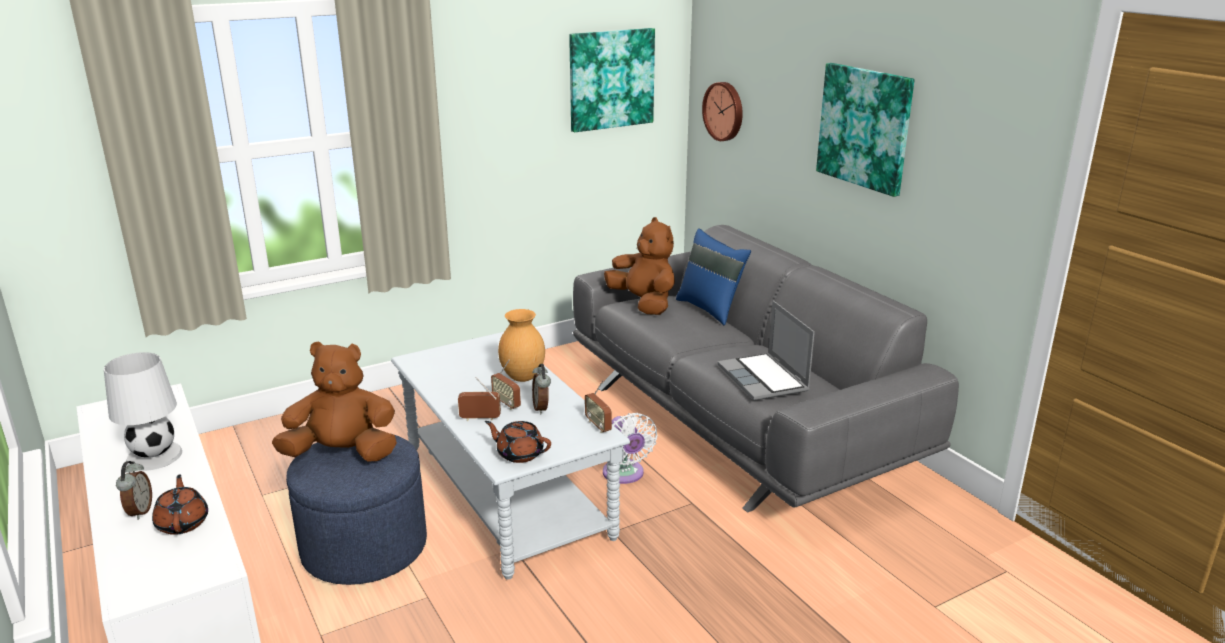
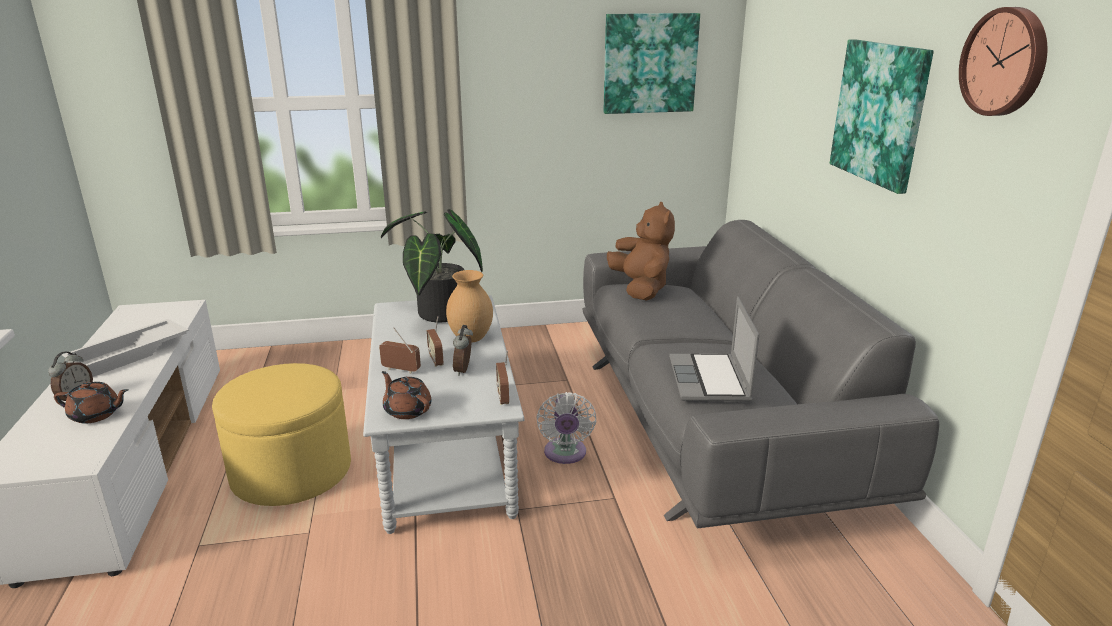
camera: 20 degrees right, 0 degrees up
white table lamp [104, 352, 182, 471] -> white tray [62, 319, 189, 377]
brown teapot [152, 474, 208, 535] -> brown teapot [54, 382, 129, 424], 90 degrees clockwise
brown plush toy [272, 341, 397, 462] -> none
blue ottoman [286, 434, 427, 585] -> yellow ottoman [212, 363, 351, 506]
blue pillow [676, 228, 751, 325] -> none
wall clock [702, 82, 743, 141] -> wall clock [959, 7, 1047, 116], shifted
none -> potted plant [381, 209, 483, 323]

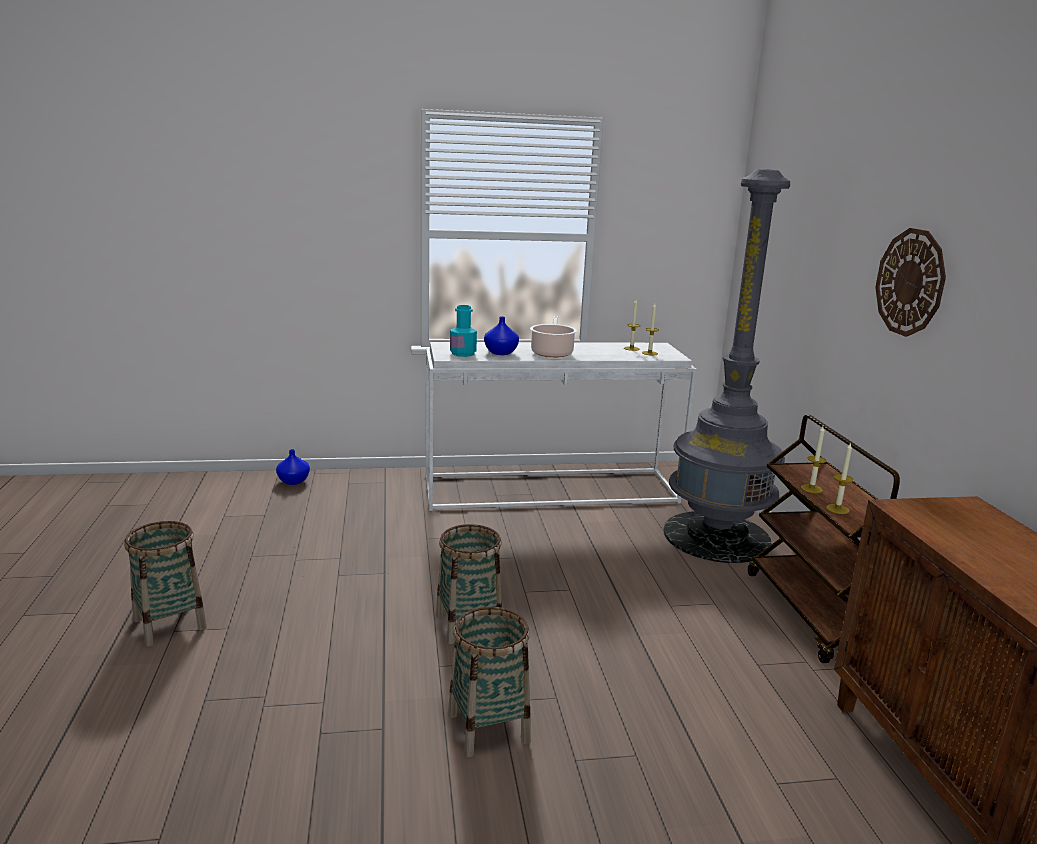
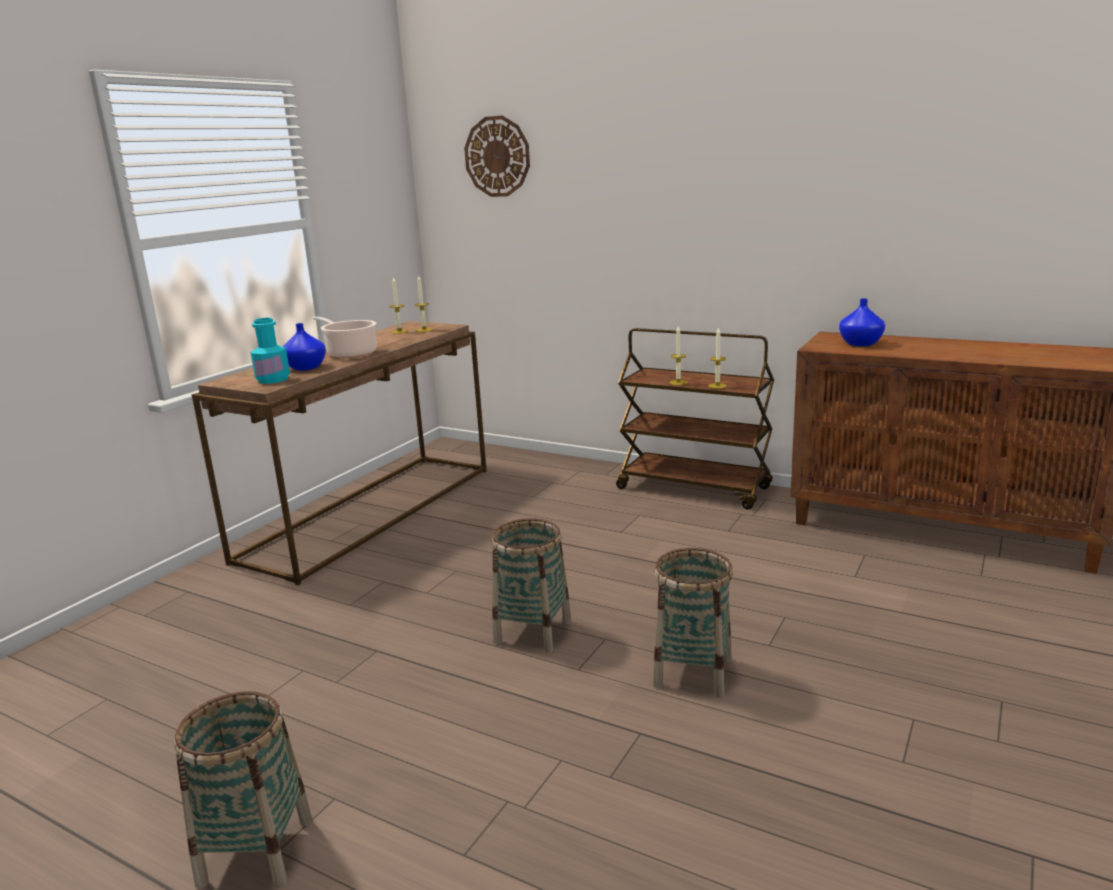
camera: 50 degrees left, 0 degrees up
blue vase [276, 449, 310, 485] -> blue vase [839, 298, 885, 346], shifted
white console table [426, 342, 697, 511] -> brown console table [192, 321, 487, 585]
grey floor lamp [664, 169, 790, 563] -> none
wall clock [875, 228, 946, 337] -> wall clock [464, 115, 530, 197], shifted

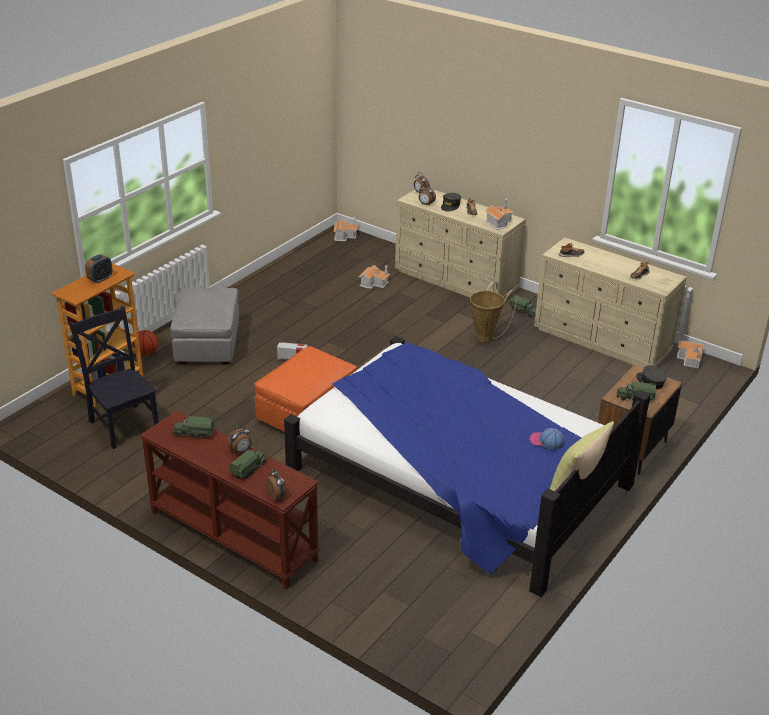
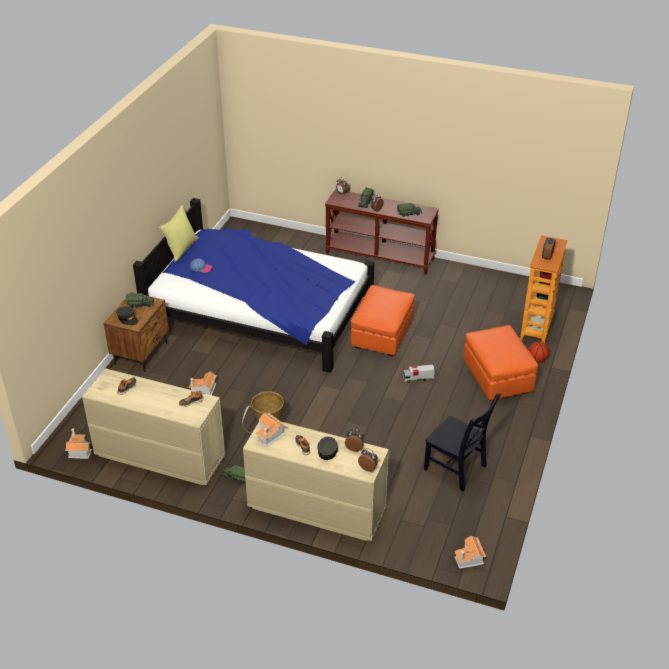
camera: 165 degrees right, 5 degrees up
black chair [69, 306, 159, 449] -> black chair [424, 393, 501, 491], shifted
grey ottoman [170, 287, 239, 364] -> orange ottoman [463, 325, 538, 401]
toy house [359, 265, 390, 289] -> toy house [189, 372, 217, 395], shifted

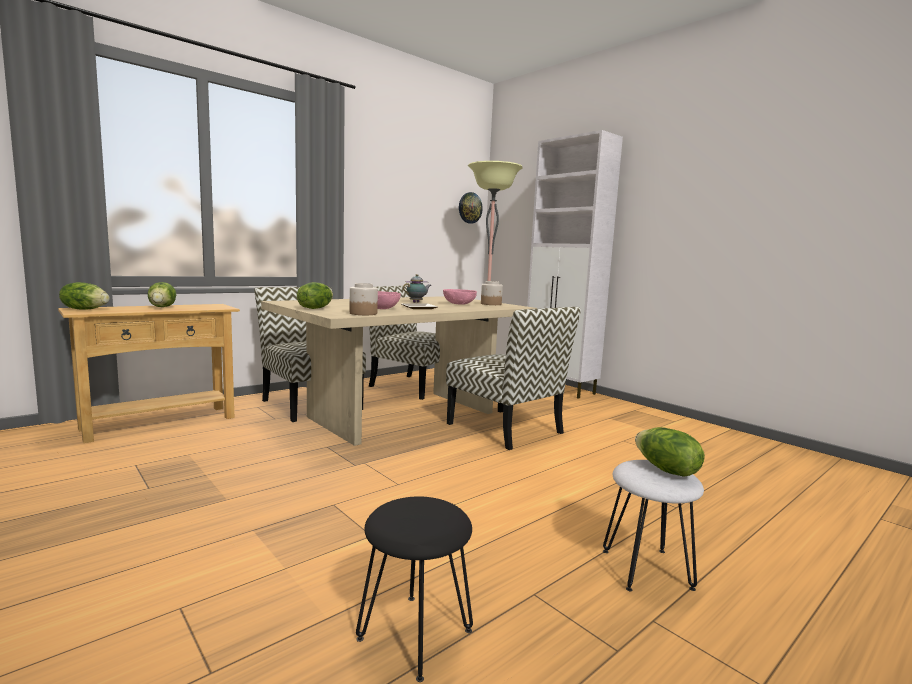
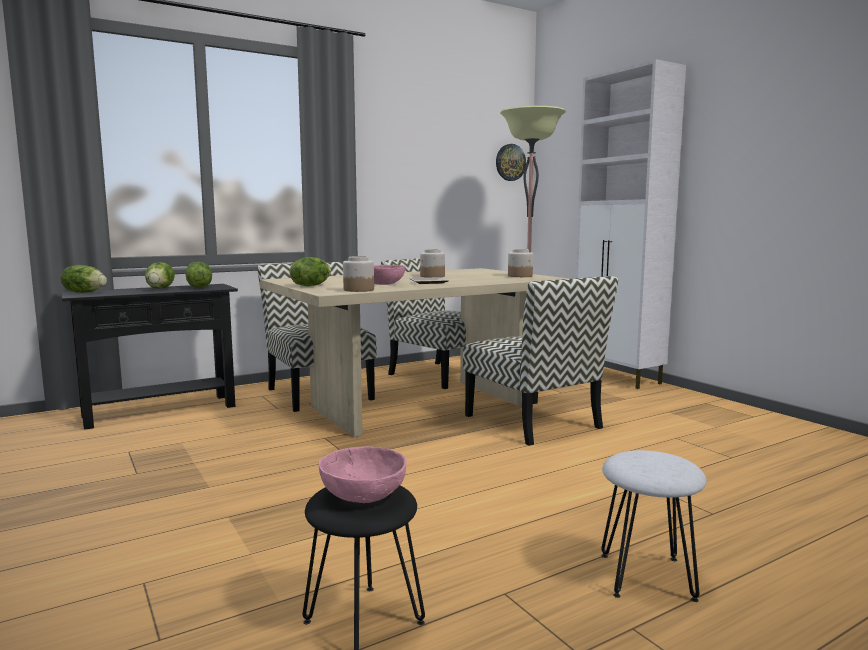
camera: 10 degrees right, 0 degrees up
beige console table [58, 304, 240, 443] -> black console table [61, 284, 238, 430]
teapot [403, 274, 431, 303] -> jar [420, 249, 445, 278]
pink bowl [443, 289, 477, 305] -> pink bowl [318, 446, 406, 503], shifted
lettuce [635, 427, 705, 477] -> lettuce [185, 262, 212, 288], shifted

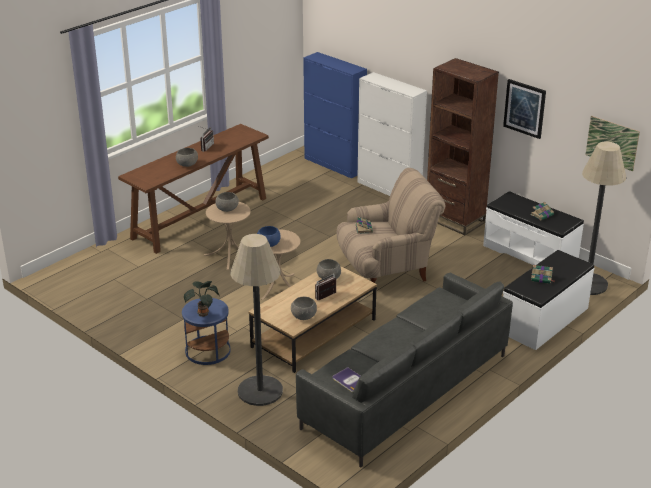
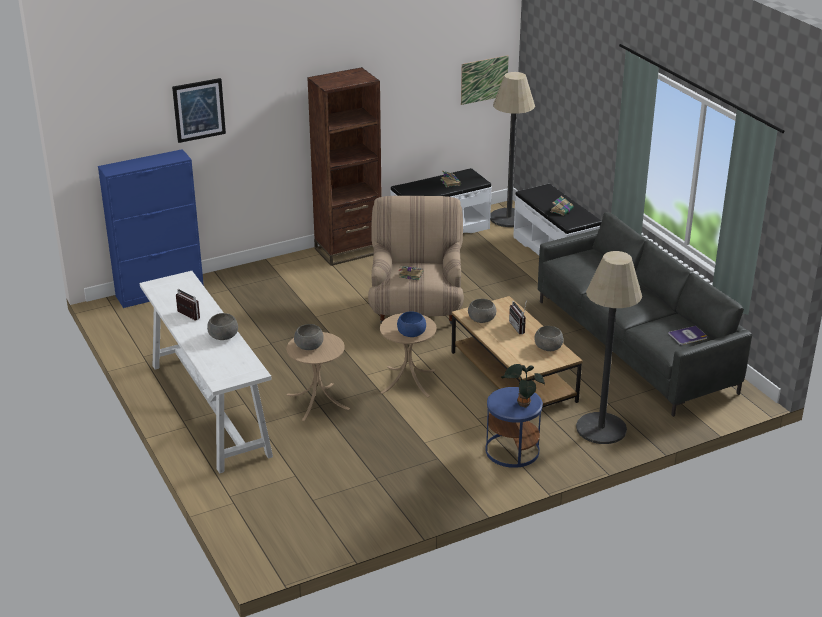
camera: 70 degrees left, 0 degrees up
brown console table [118, 124, 269, 254] -> white console table [140, 271, 273, 473]
white cabinet [357, 72, 427, 196] -> none
picture [503, 79, 546, 139] -> picture [172, 78, 226, 143], shifted

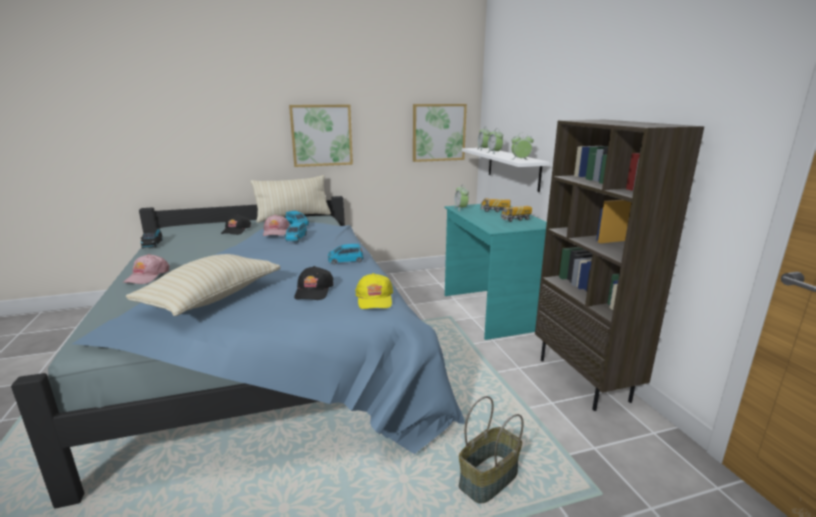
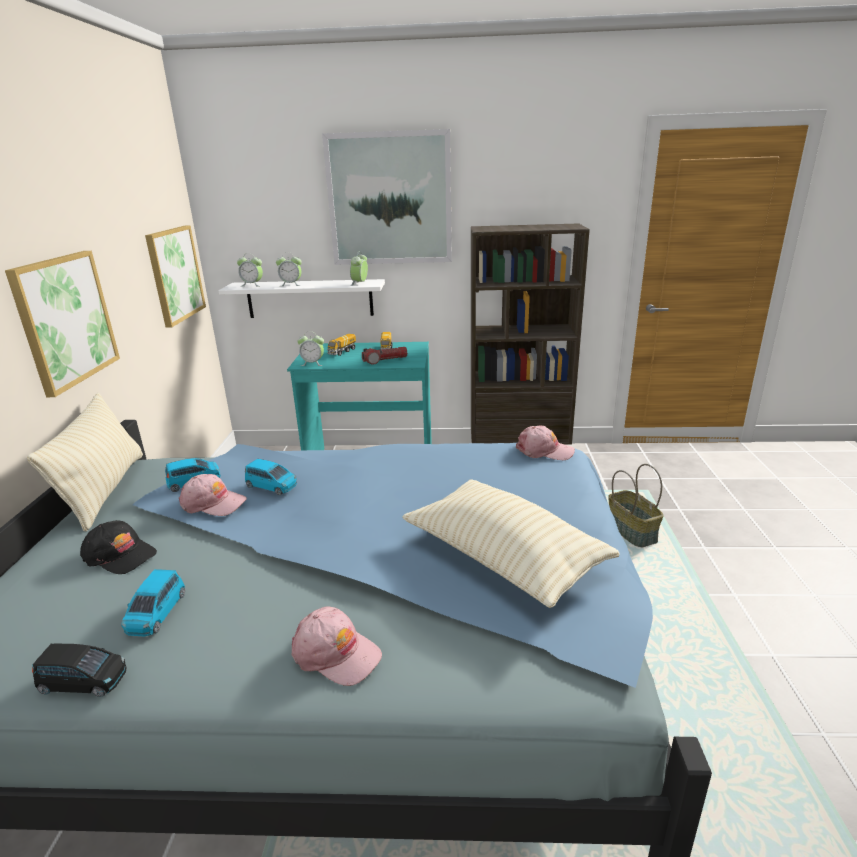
camera: 70 degrees left, 5 degrees up
black cap [294, 266, 334, 300] -> none
blue toy car [328, 244, 364, 265] -> blue toy car [121, 569, 185, 637], shifted
yellow cap [355, 273, 393, 309] -> pink cap [516, 426, 575, 460]
none -> picture [322, 129, 452, 265]
none -> flashlight [362, 347, 408, 365]

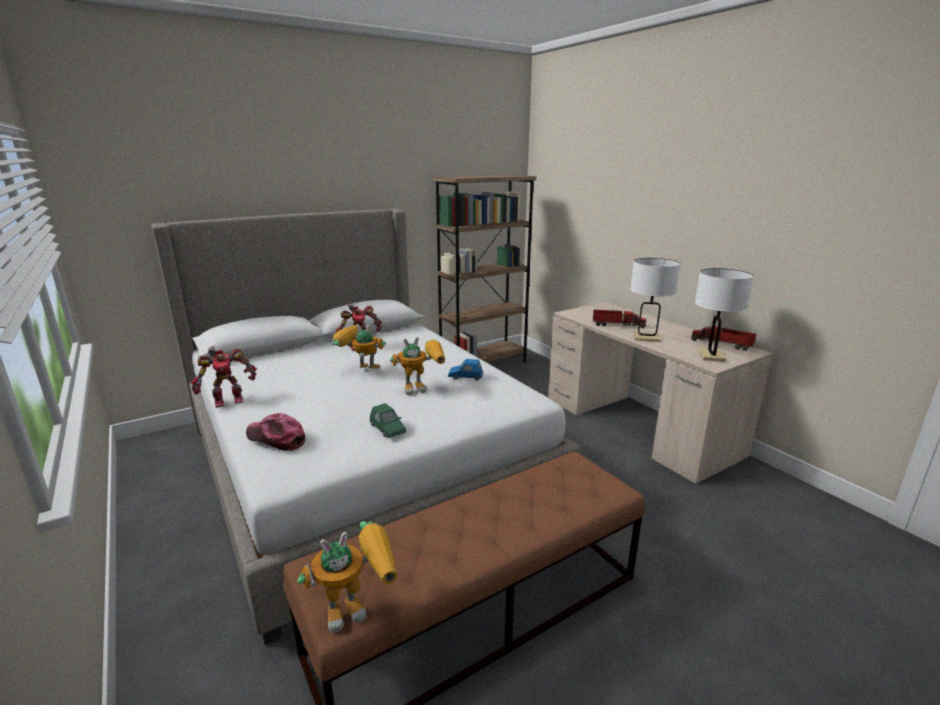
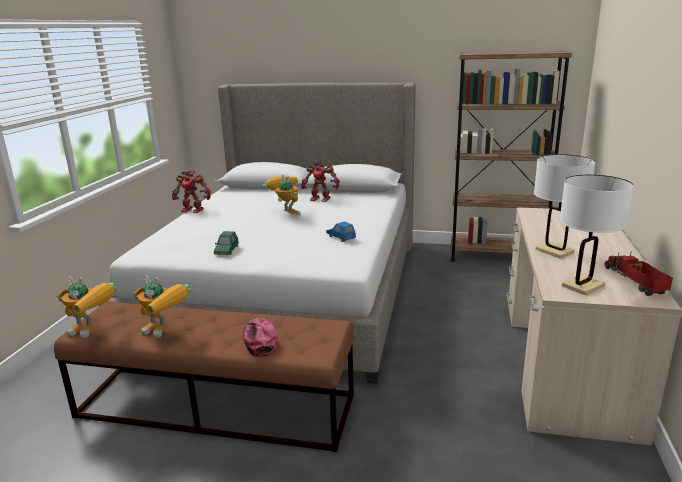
camera: 45 degrees right, 0 degrees up
cap [246, 413, 305, 451] -> cap [243, 318, 278, 358], shifted
toy robot [390, 337, 445, 395] -> toy robot [133, 275, 192, 338], shifted
toy truck [593, 310, 646, 328] -> none

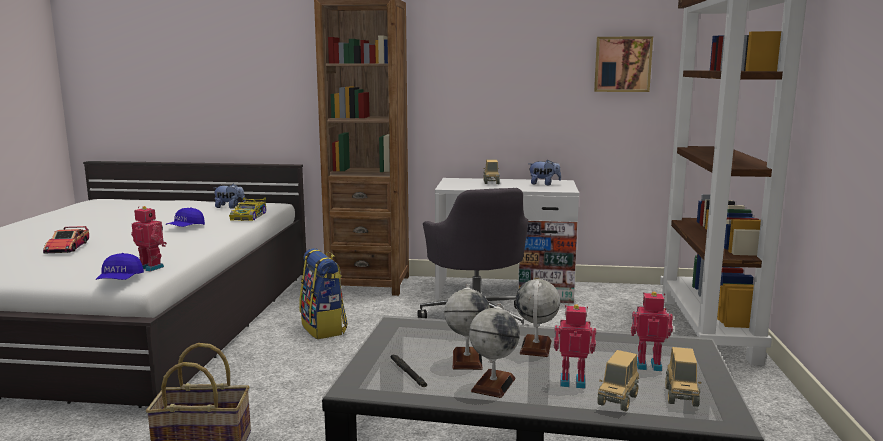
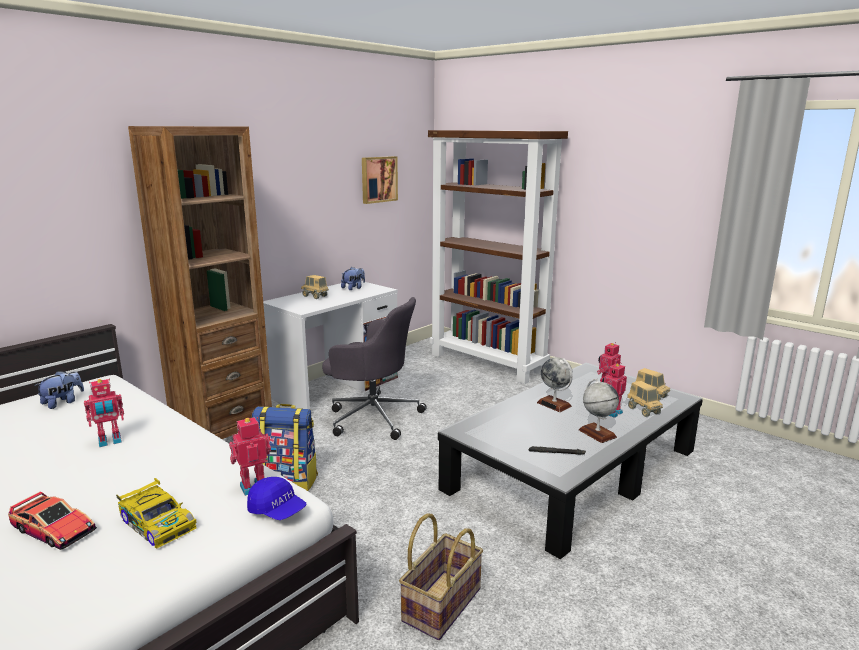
camera: 55 degrees left, 5 degrees up
blue cap [166, 207, 205, 227] -> toy robot [84, 379, 124, 447]
toy car [229, 197, 266, 221] -> toy car [116, 478, 197, 548], shifted
globe [444, 284, 490, 370] -> none

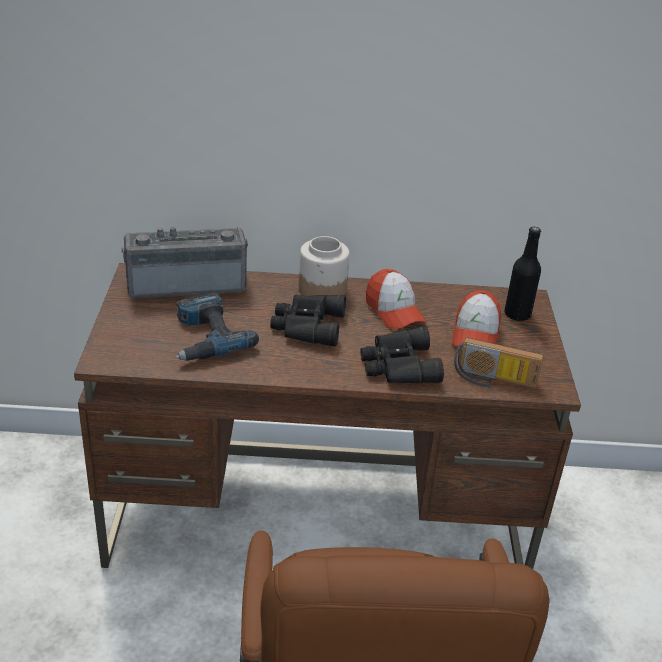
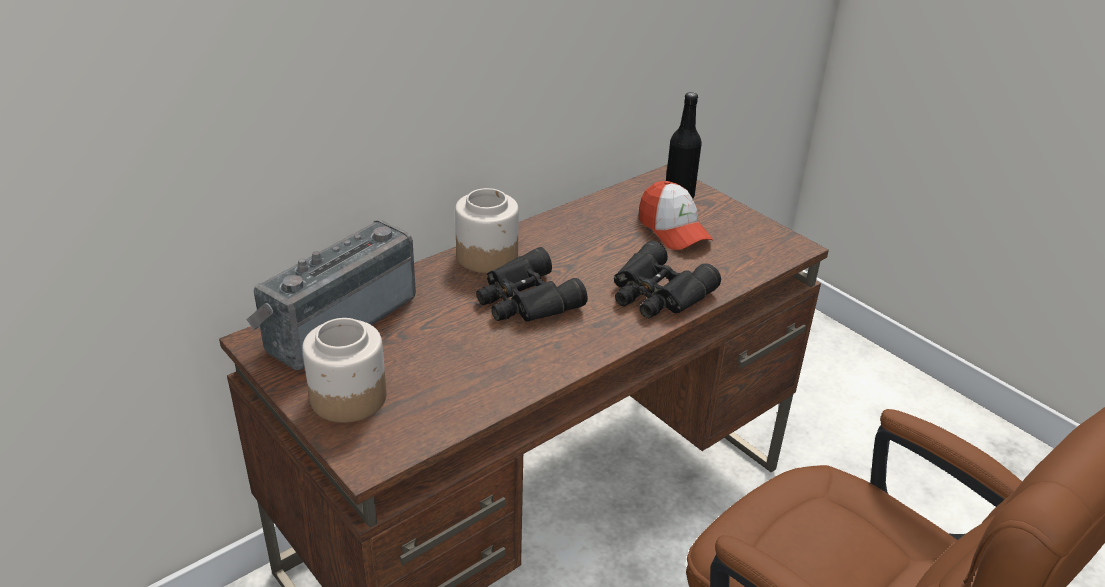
camera: 40 degrees left, 0 degrees up
power drill [175, 293, 259, 361] -> none
cap [366, 269, 427, 329] -> none
radio [454, 337, 544, 388] -> none
none -> jar [302, 318, 387, 423]

